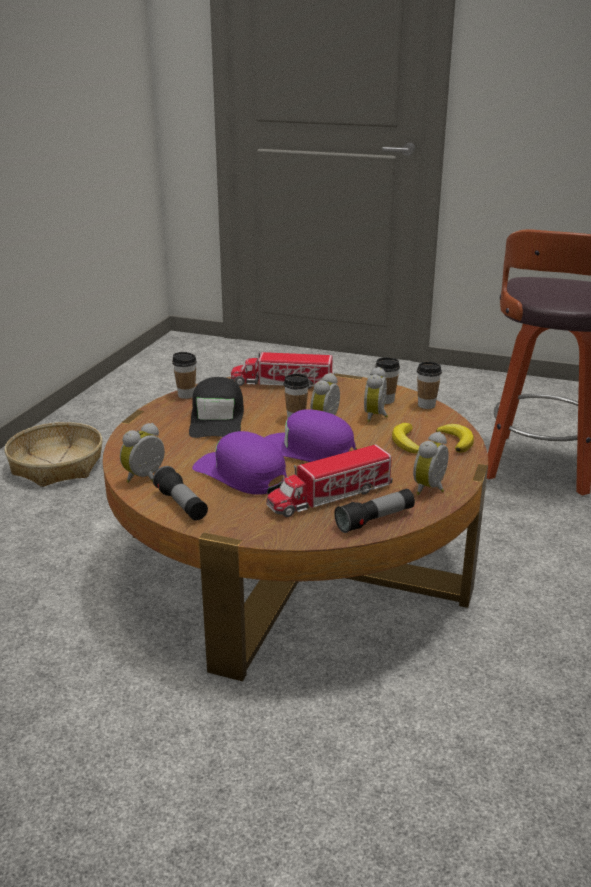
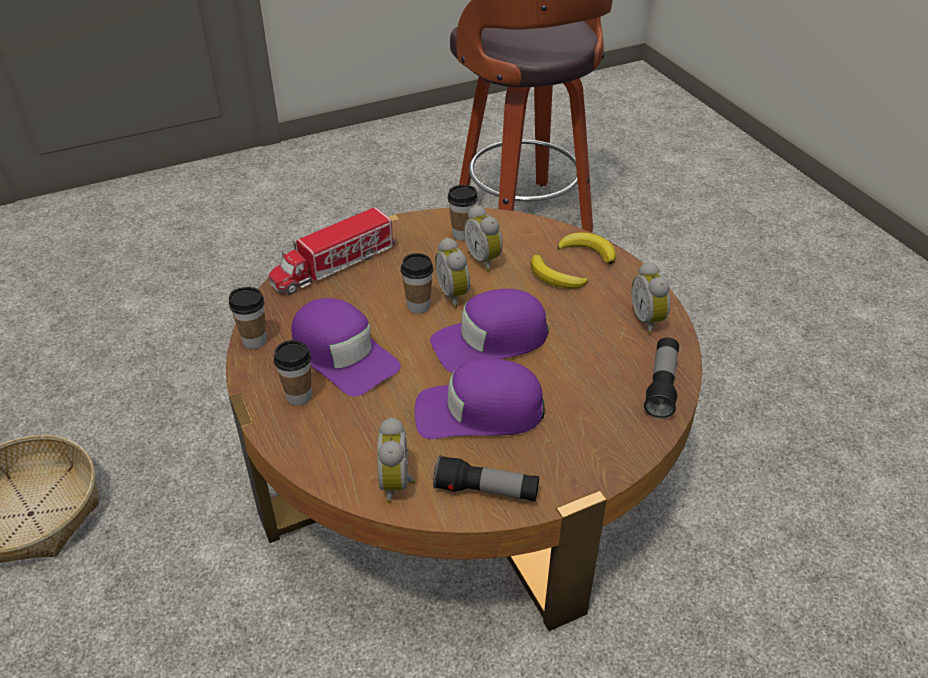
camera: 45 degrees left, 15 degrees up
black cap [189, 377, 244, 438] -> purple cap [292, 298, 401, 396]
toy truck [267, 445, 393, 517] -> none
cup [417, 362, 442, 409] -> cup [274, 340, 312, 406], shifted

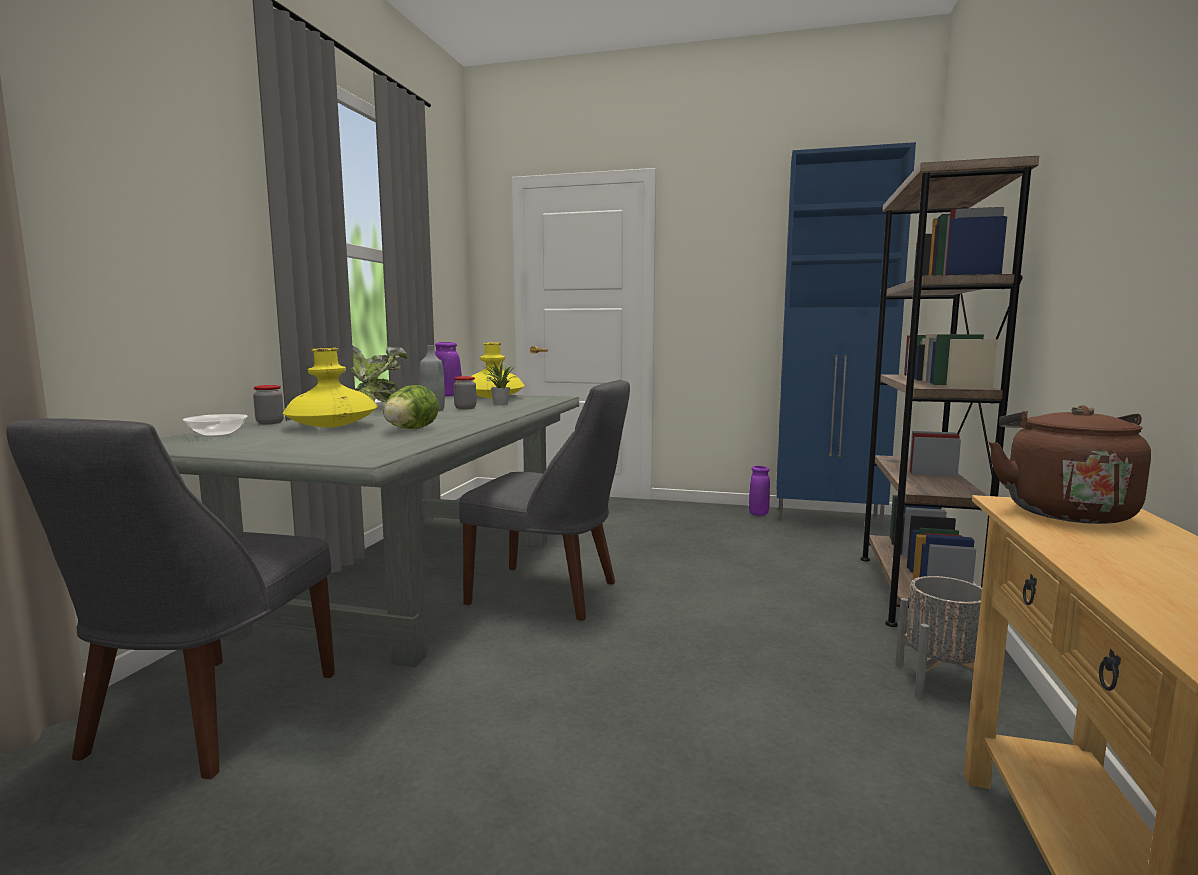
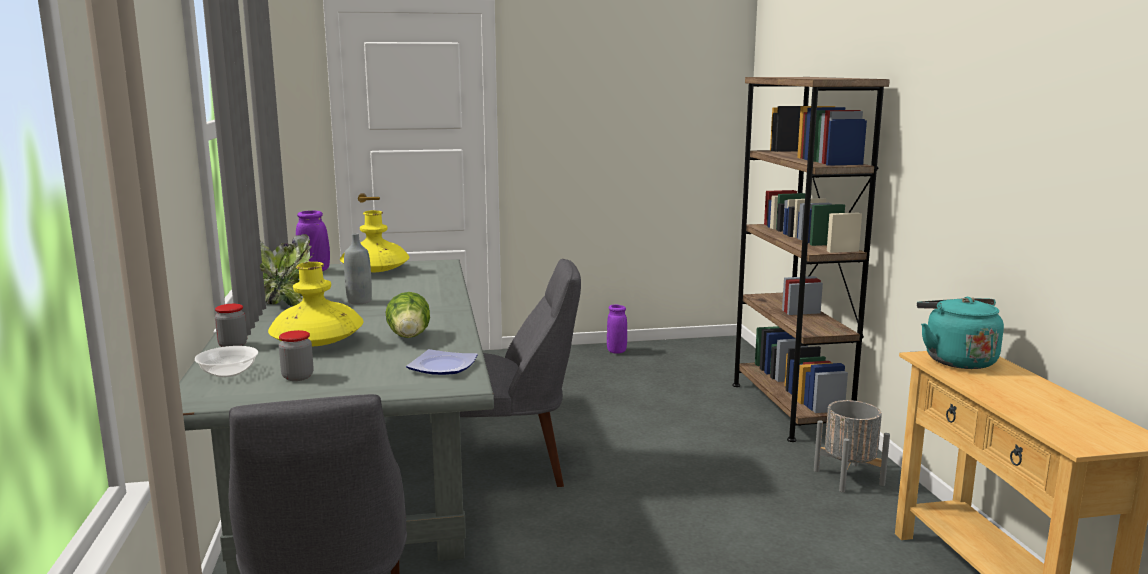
camera: 25 degrees left, 5 degrees up
jar [454, 376, 476, 409] -> jar [279, 330, 314, 381], shifted
potted plant [481, 361, 512, 405] -> none
blue cabinet [776, 142, 916, 528] -> none
brown kettle [989, 405, 1151, 524] -> turquoise kettle [917, 297, 1004, 369]
none -> plate [406, 349, 478, 375]

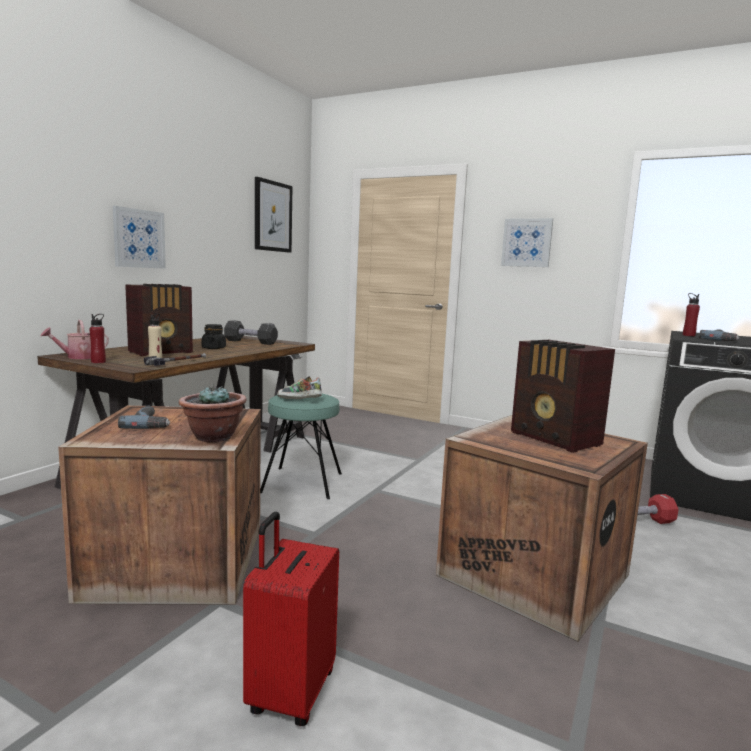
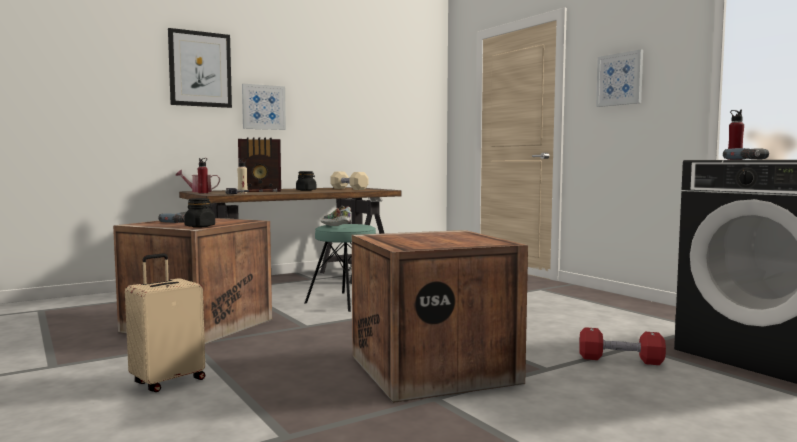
camera: 30 degrees right, 5 degrees down
potted plant [179, 384, 247, 442] -> black jar [184, 198, 215, 228]
black dumbbell [224, 320, 278, 345] -> beige dumbbell [330, 172, 368, 190]
red suitcase [243, 512, 339, 726] -> beige suitcase [125, 253, 205, 392]
picture [255, 177, 292, 253] -> picture [168, 28, 232, 108], shifted
radio [511, 340, 615, 453] -> none

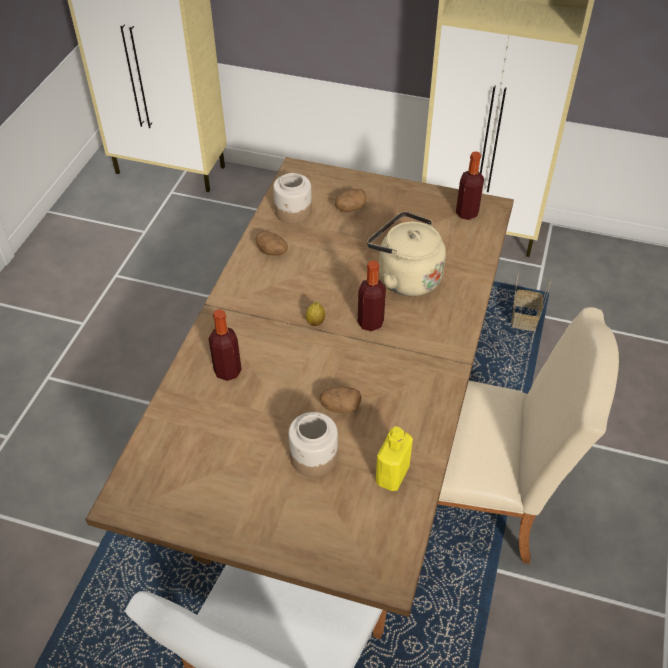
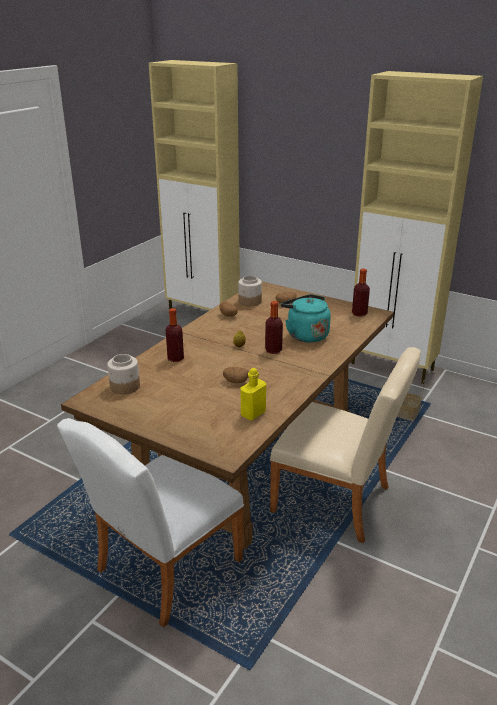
camera: 15 degrees right, 20 degrees down
jar [288, 412, 338, 477] -> jar [107, 354, 140, 394], shifted
beige kettle [367, 211, 446, 296] -> turquoise kettle [281, 294, 331, 343]

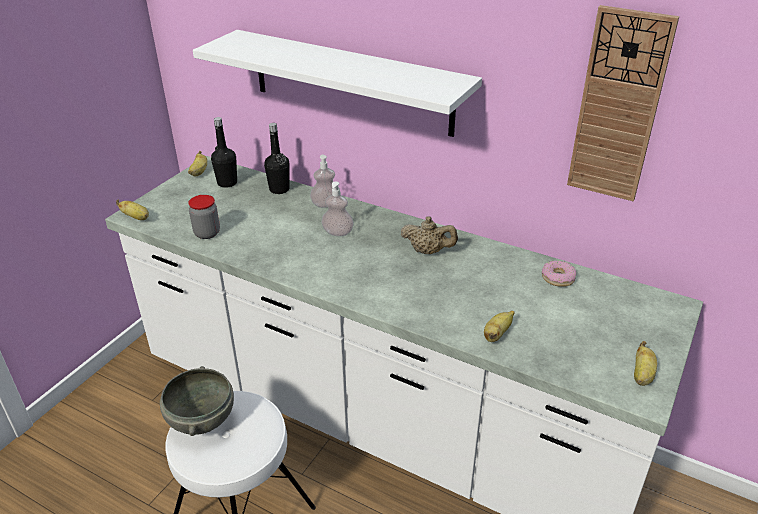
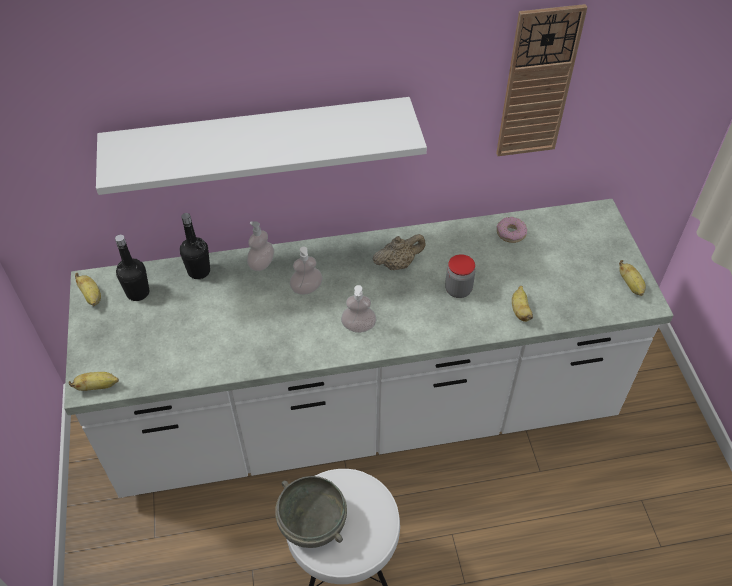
camera: 40 degrees left, 15 degrees up
jar [188, 195, 220, 239] -> jar [445, 254, 475, 298], shifted
none -> soap dispenser [341, 285, 376, 333]

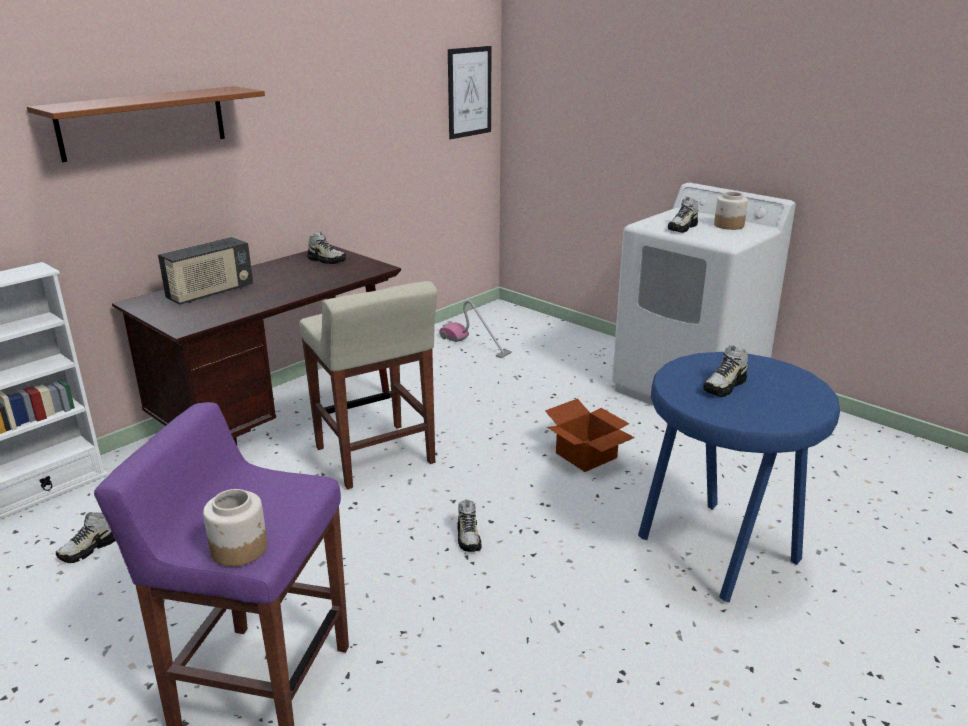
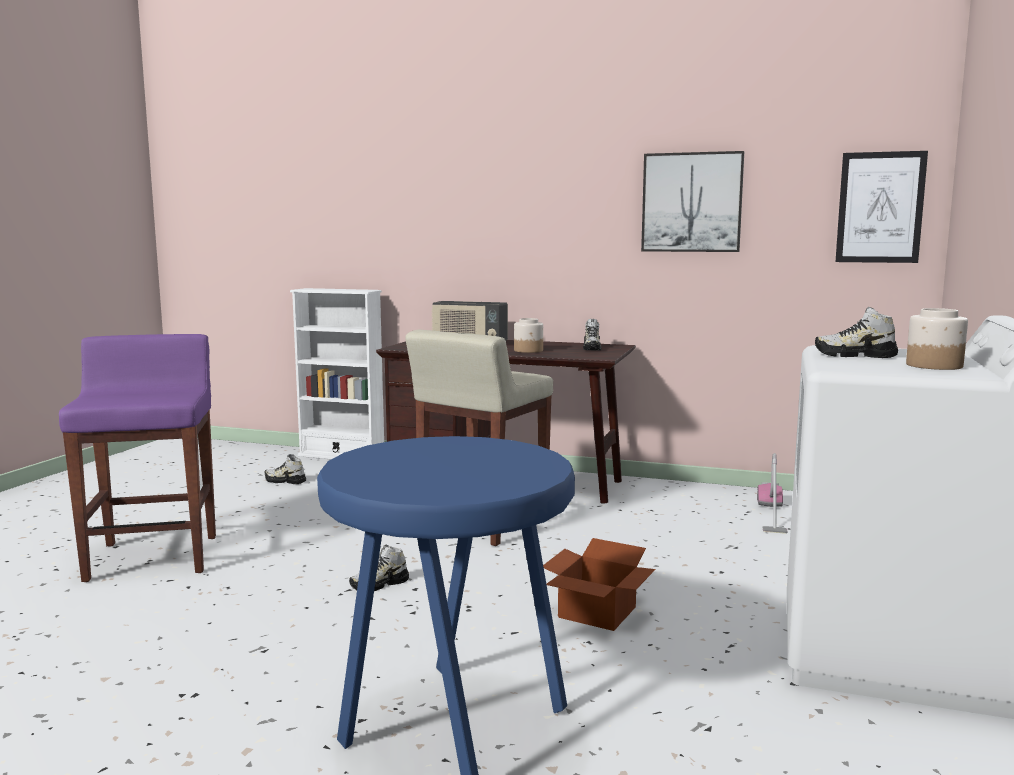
camera: 65 degrees right, 15 degrees down
brown shelf [27, 86, 265, 162] -> none
jar [203, 489, 267, 567] -> jar [514, 318, 543, 353], shifted
shoe [703, 344, 748, 397] -> none
none -> picture [641, 151, 744, 252]

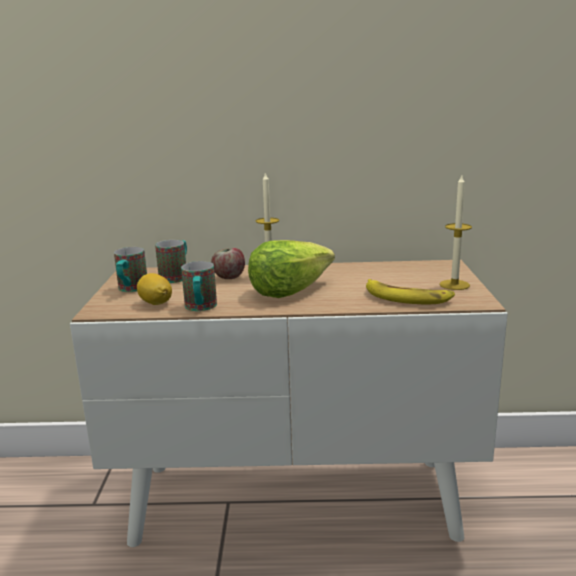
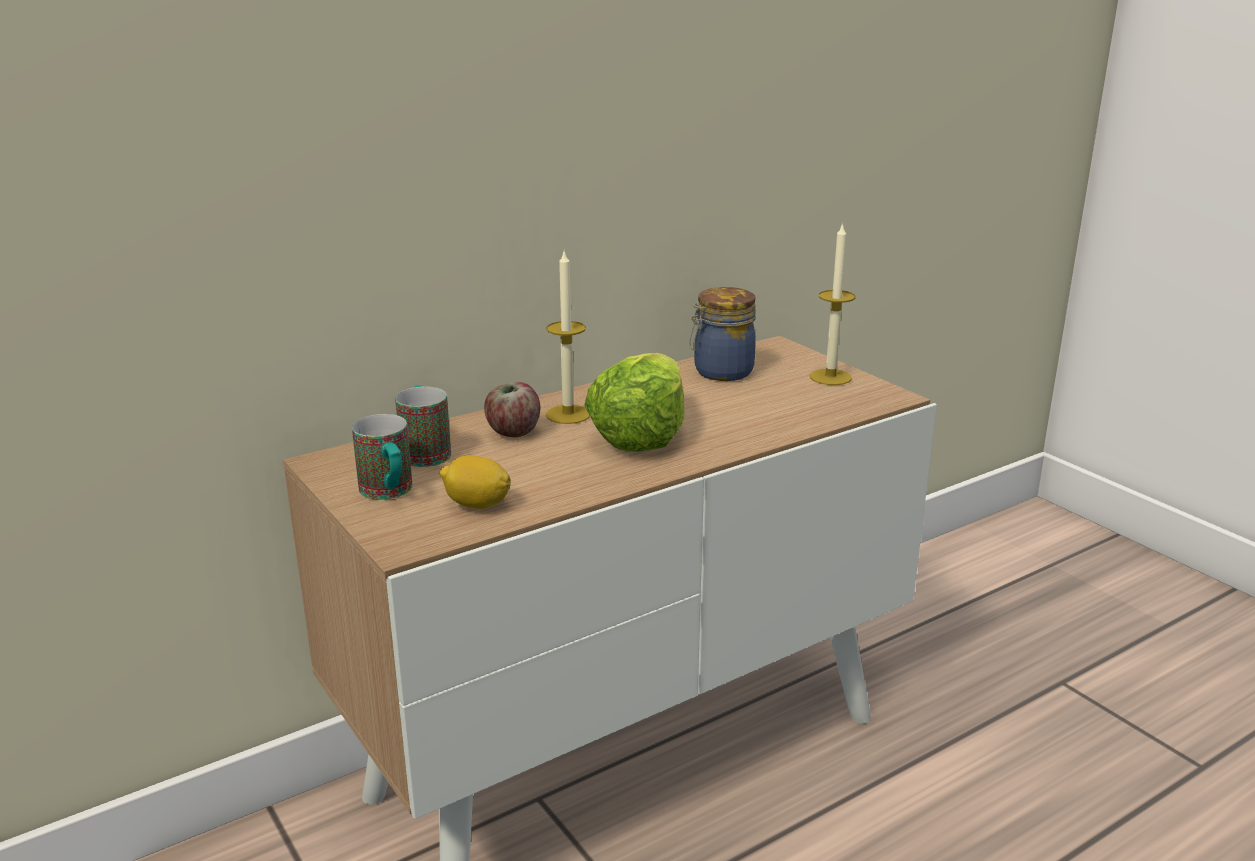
camera: 35 degrees left, 5 degrees up
mug [181, 261, 217, 311] -> none
banana [366, 279, 455, 304] -> none
none -> jar [689, 287, 756, 381]

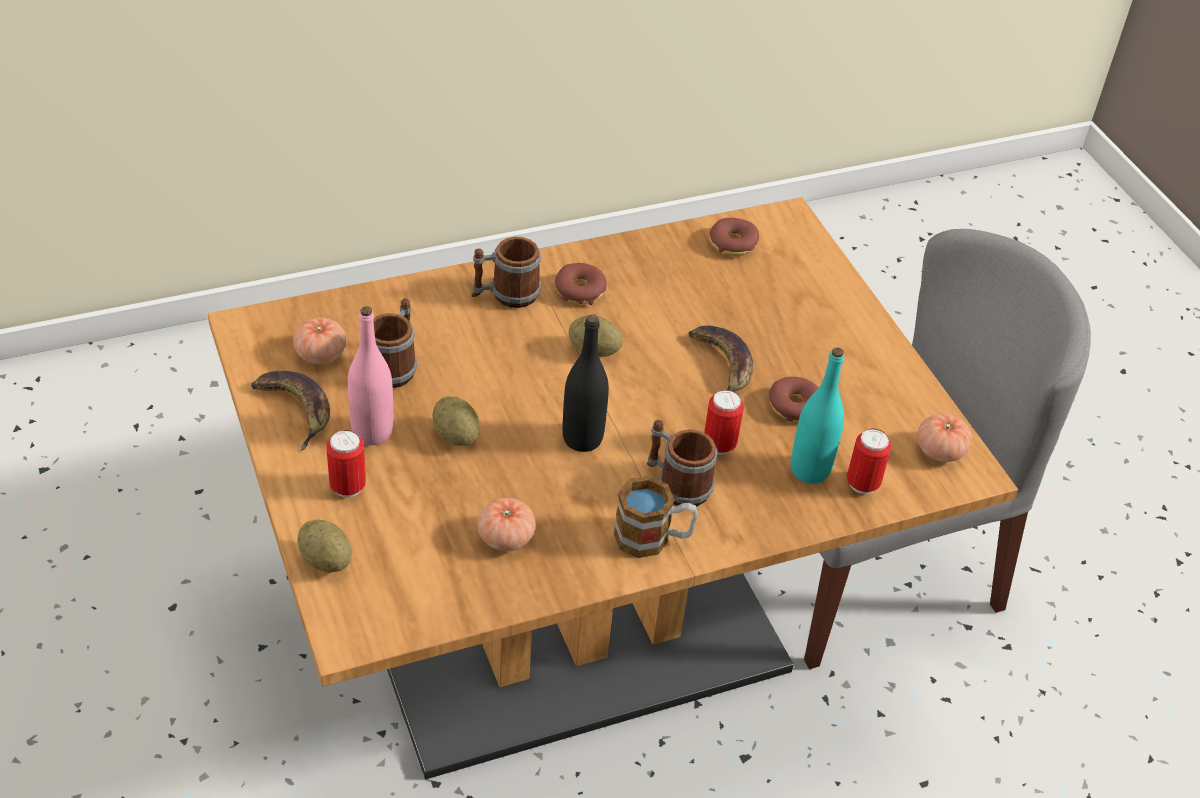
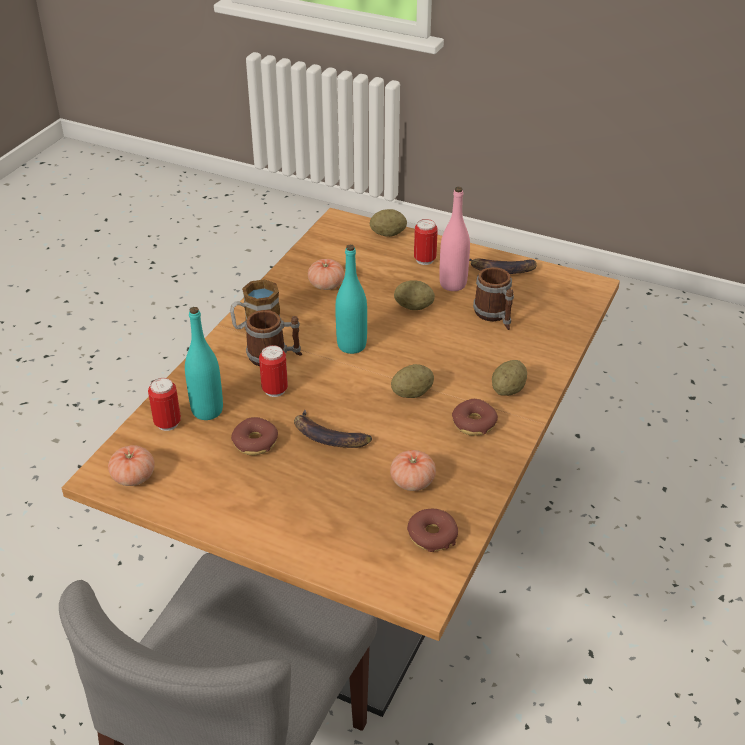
camera: 140 degrees right, 5 degrees down
tomato [293, 317, 347, 364] -> tomato [390, 450, 436, 491], shifted
mug [471, 237, 541, 308] -> potato [492, 360, 527, 396]
black bottle [563, 314, 609, 452] -> turquoise bottle [335, 245, 367, 354]

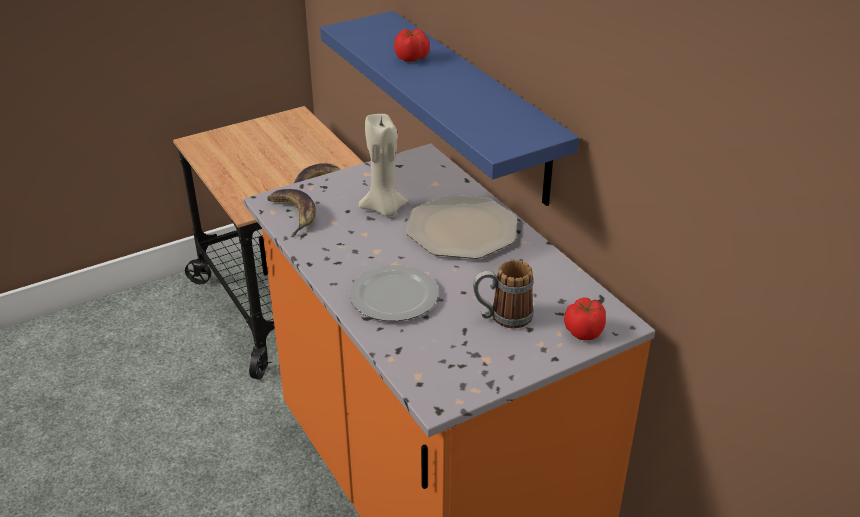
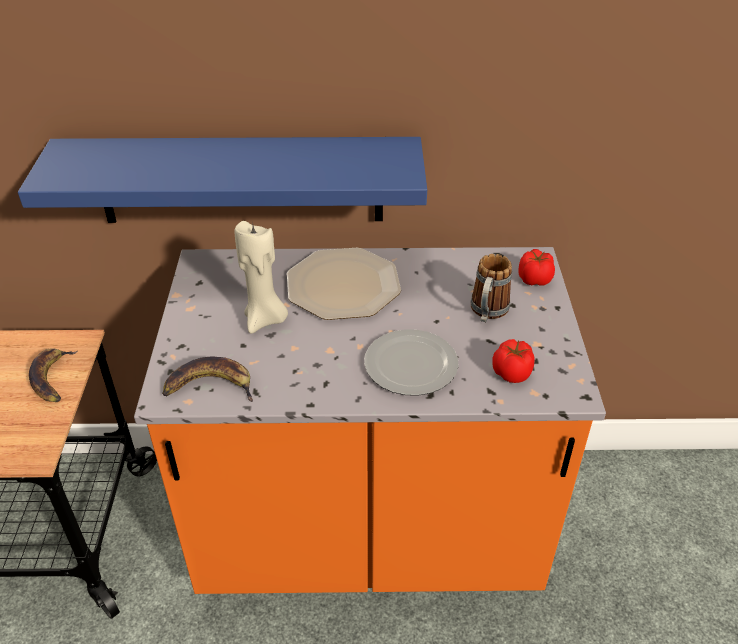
camera: 60 degrees left, 5 degrees up
tomato [394, 29, 430, 62] -> tomato [492, 339, 535, 383], shifted

